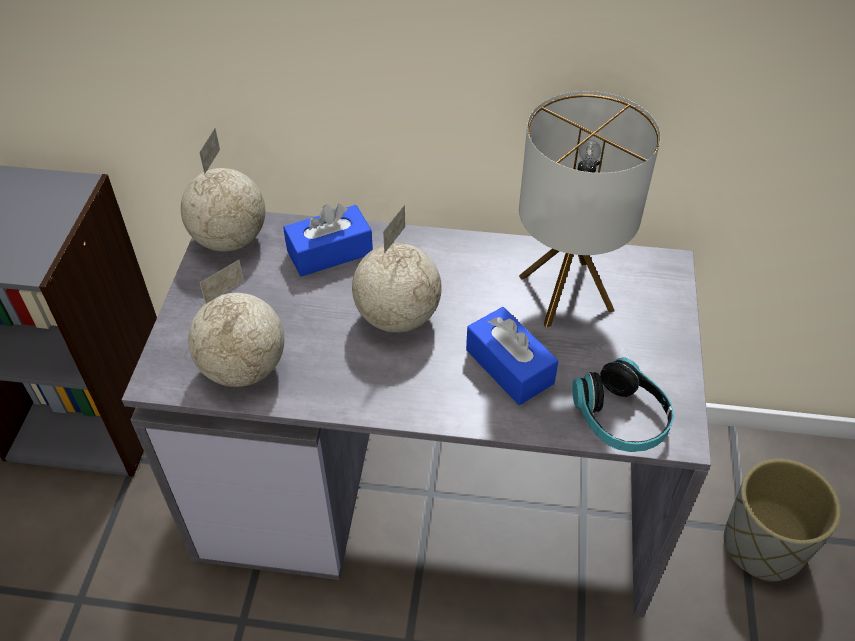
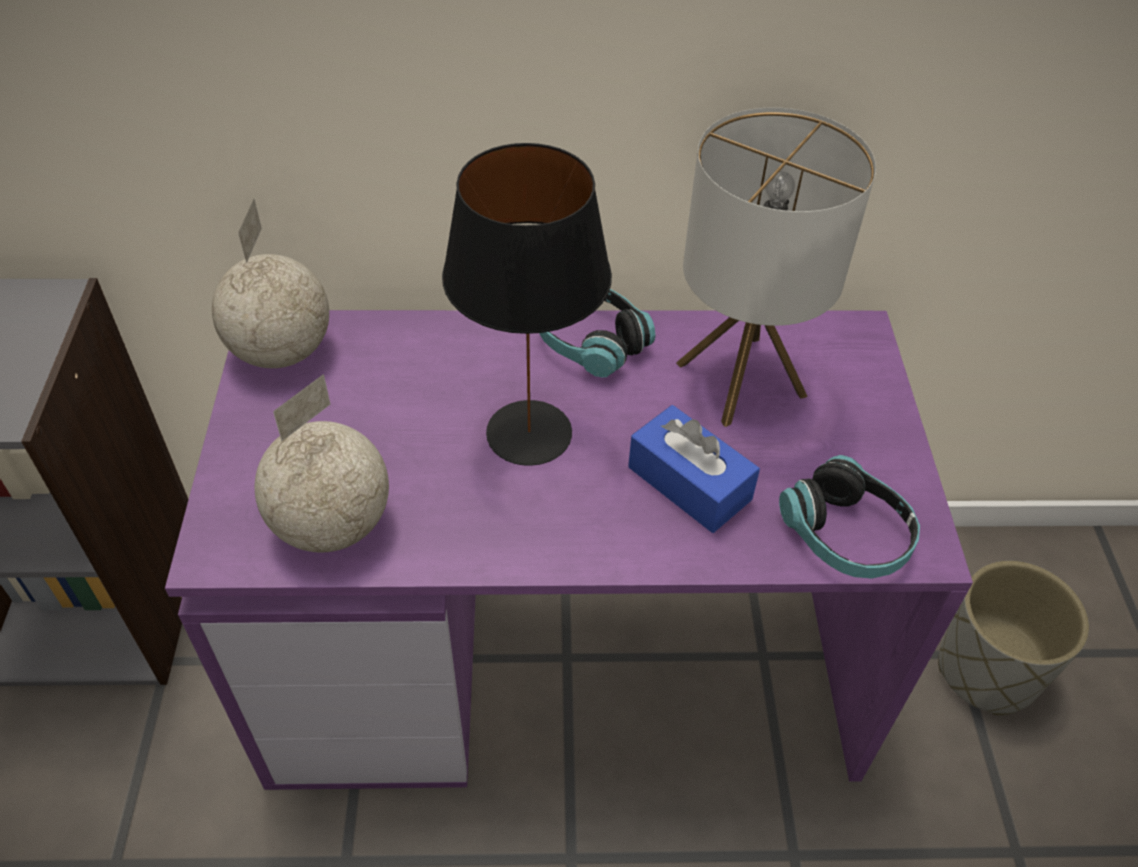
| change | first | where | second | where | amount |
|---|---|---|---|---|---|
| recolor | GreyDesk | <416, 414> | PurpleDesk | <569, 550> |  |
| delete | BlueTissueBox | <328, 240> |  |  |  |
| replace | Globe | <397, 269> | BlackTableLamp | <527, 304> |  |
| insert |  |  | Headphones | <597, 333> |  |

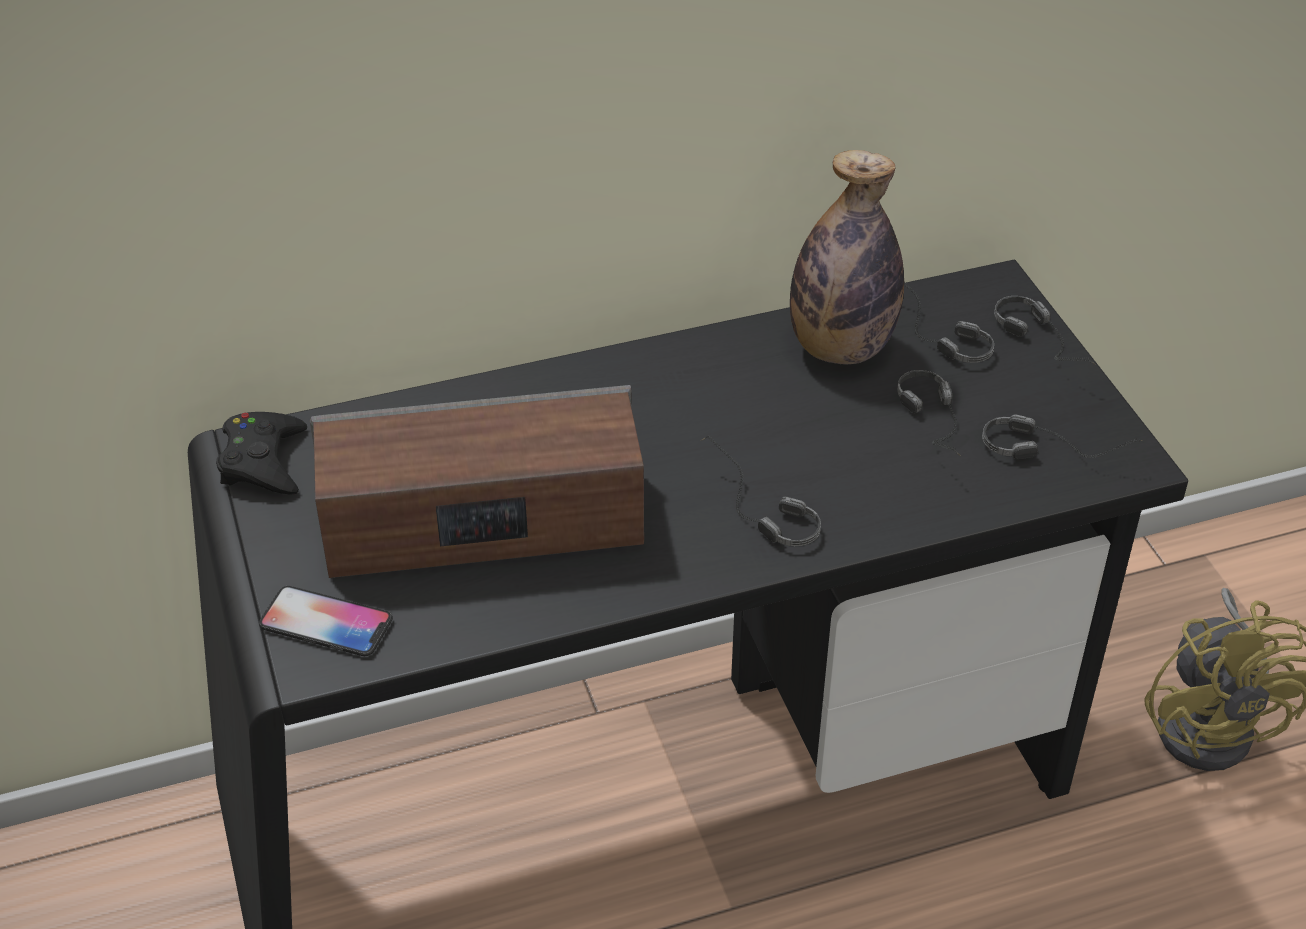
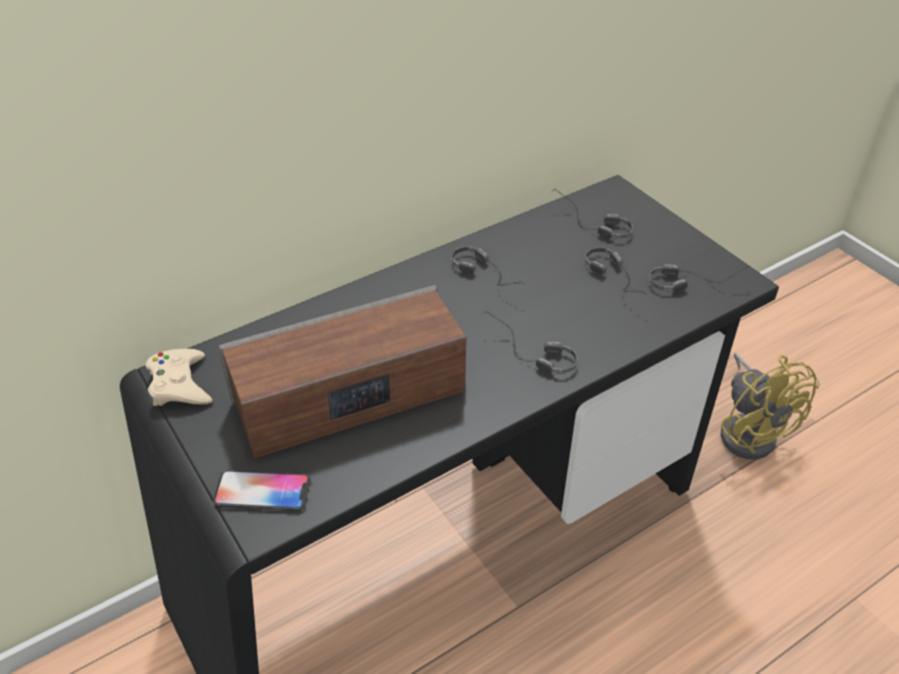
| change | first | where | second | where | amount |
|---|---|---|---|---|---|
| recolor | BlackGameController | <261, 453> | BeigeGameController | <179, 377> |  |
| delete | Bottle | <847, 257> |  |  |  |
| move | Headphones | <1045, 330> |  | <488, 266> |  |

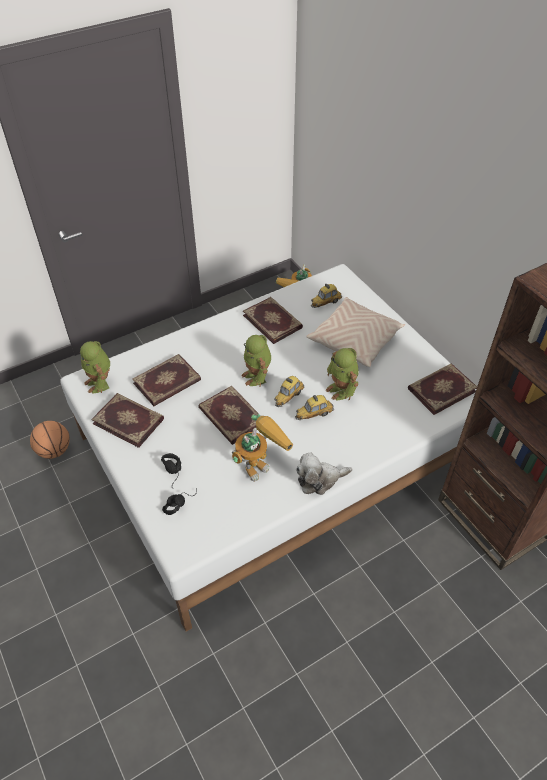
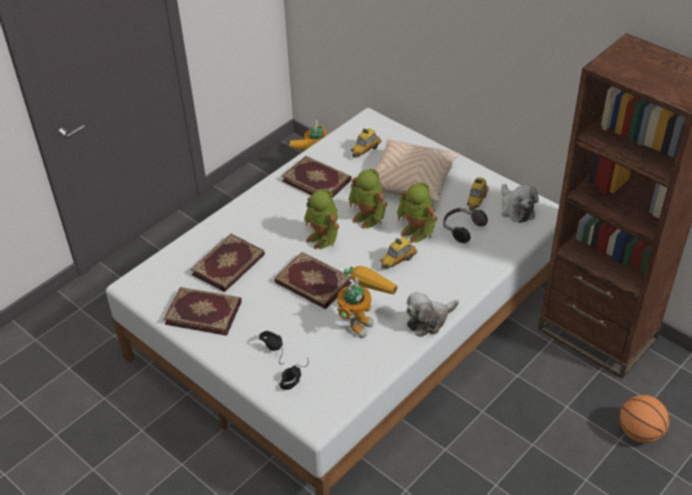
| change | first | where | second | where | amount |
|---|---|---|---|---|---|
| move | Basketball | <50, 440> |  | <645, 419> |  |
| move | ToyRobot | <95, 367> |  | <367, 199> |  |
| move | ToyCar | <289, 391> |  | <478, 194> |  |
| replace | Book | <442, 389> | PlushToy | <520, 203> |  |
| insert |  |  | Headphones | <465, 225> |  |

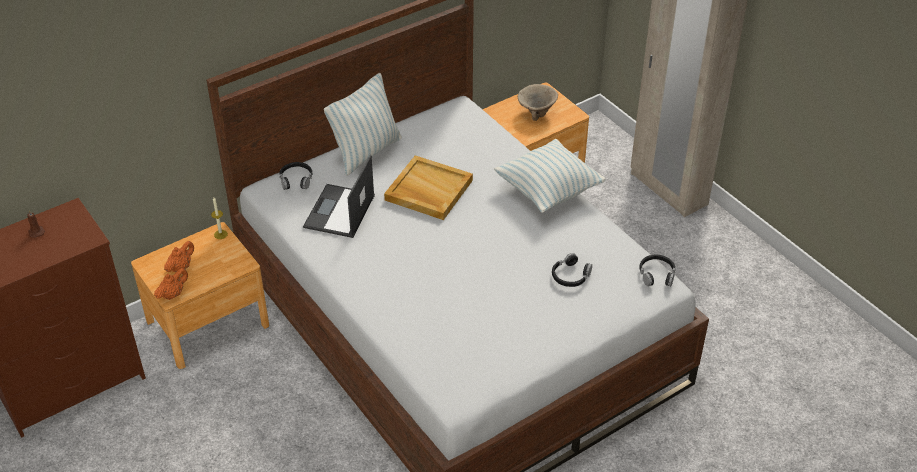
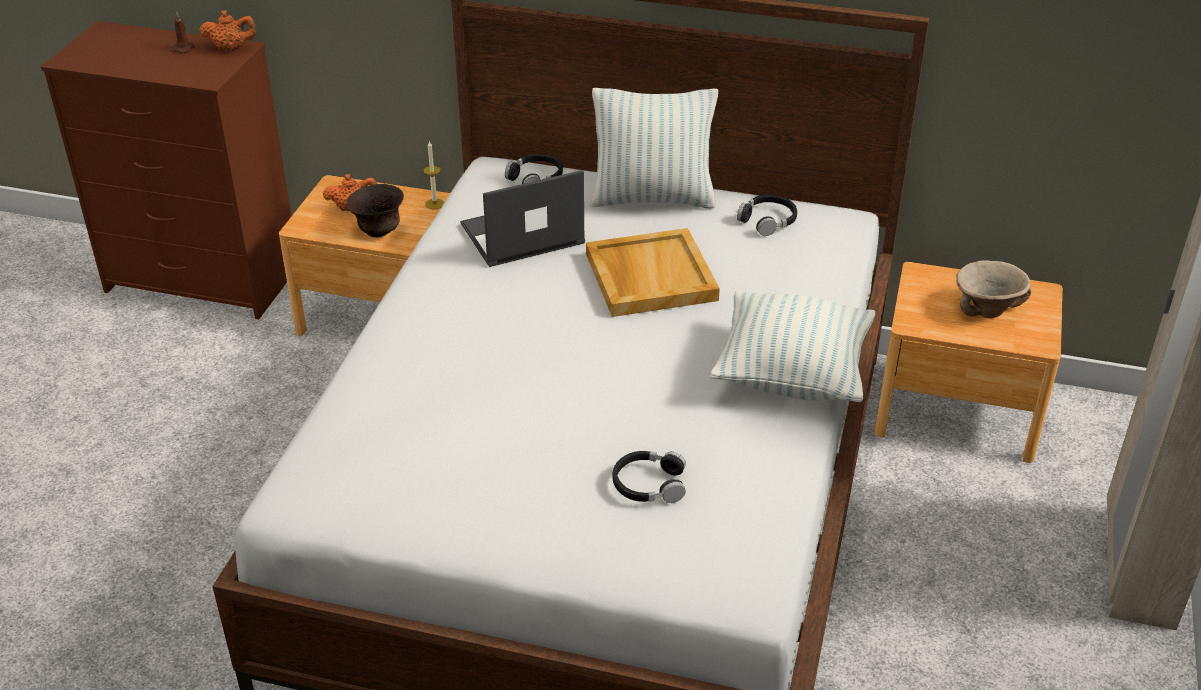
| change | first | where | second | where | amount |
|---|---|---|---|---|---|
| move | OrangeTeapot | <171, 284> |  | <228, 31> |  |
| move | BlackHeadphones | <657, 270> |  | <767, 215> |  |
| insert |  |  | BrownBowl | <375, 210> |  |

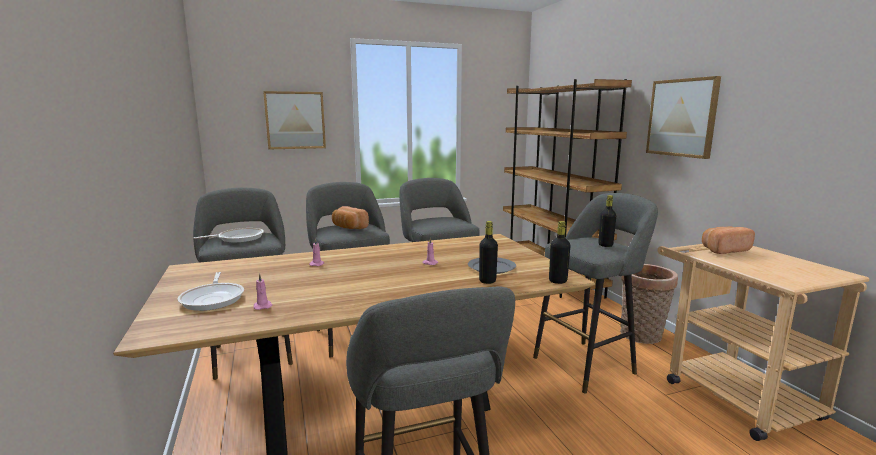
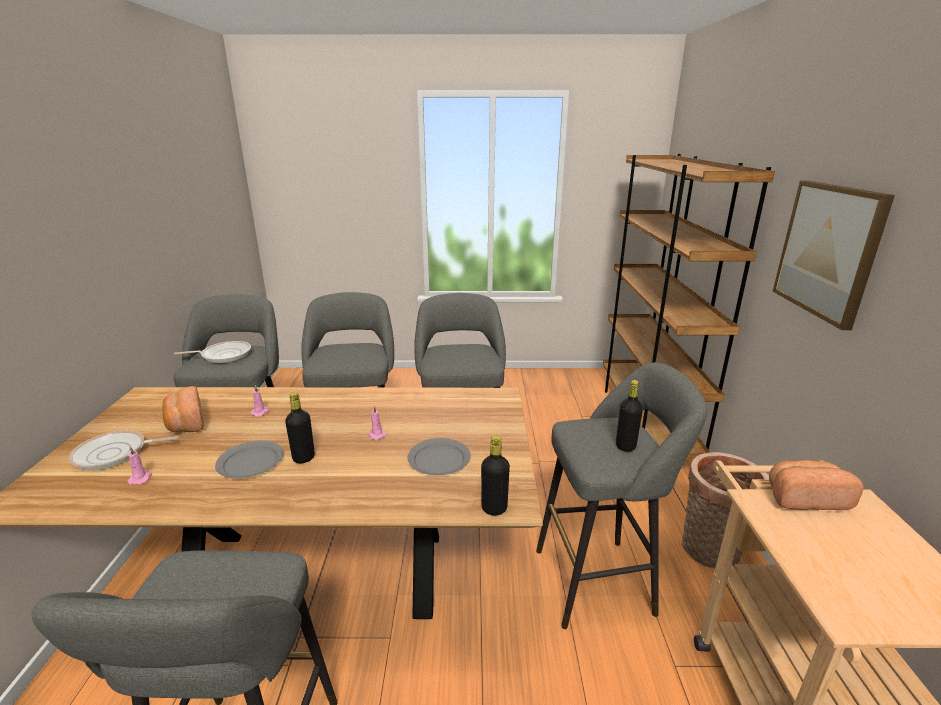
| change | first | where | second | where | amount |
|---|---|---|---|---|---|
| rotate | FryingPan | <210, 291> |  | <123, 450> | 75 degrees clockwise |
| delete | Picture | <294, 120> |  |  |  |
| move | Bread | <350, 217> |  | <183, 409> |  |
| move | BlackBottle | <488, 252> |  | <300, 428> |  |
| insert |  |  | GreyPlate | <249, 459> |  |

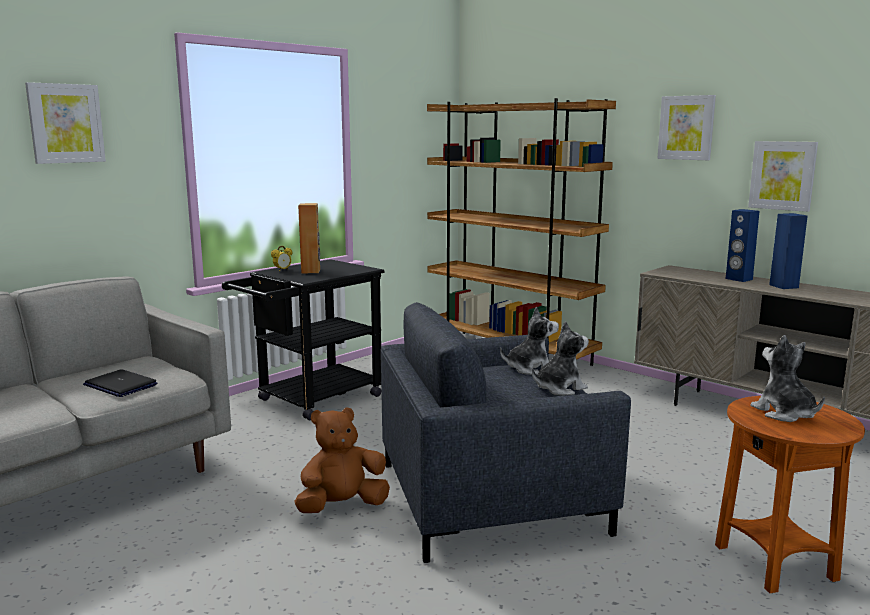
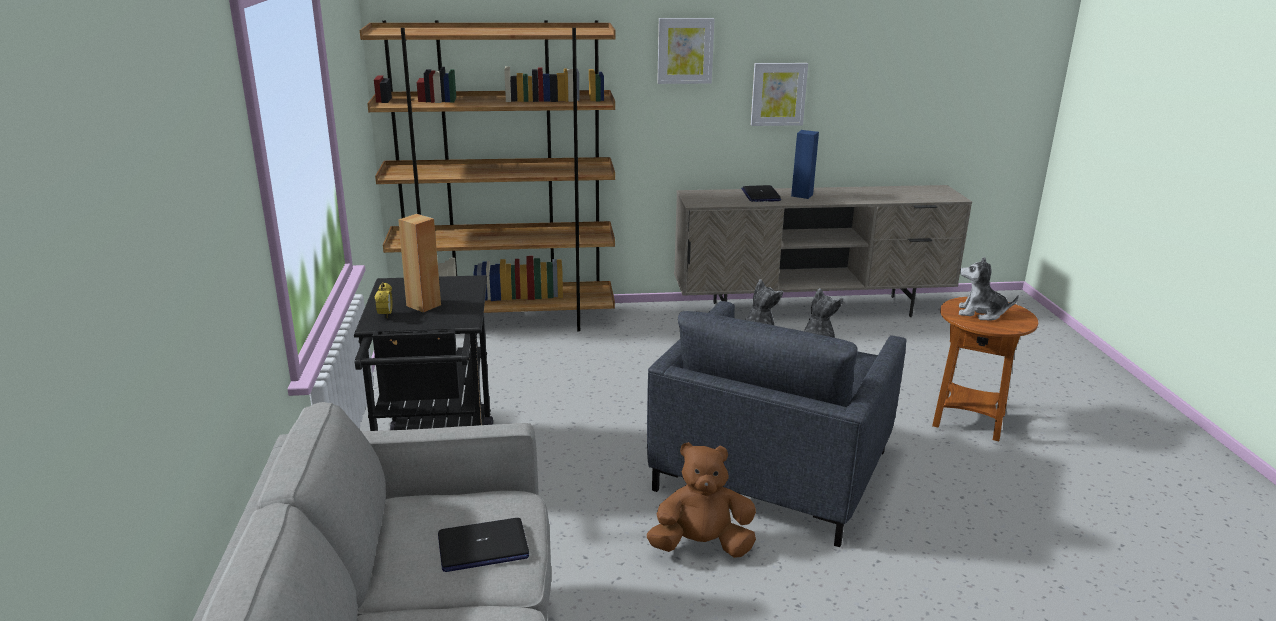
| change | first | where | second | where | amount |
|---|---|---|---|---|---|
| delete | Picture | <65, 123> |  |  |  |
| rotate | BrownPlushToy | <342, 460> |  | <701, 500> | 75 degrees clockwise |
| replace | BlueSpeaker | <742, 245> | Laptop | <761, 193> |  |

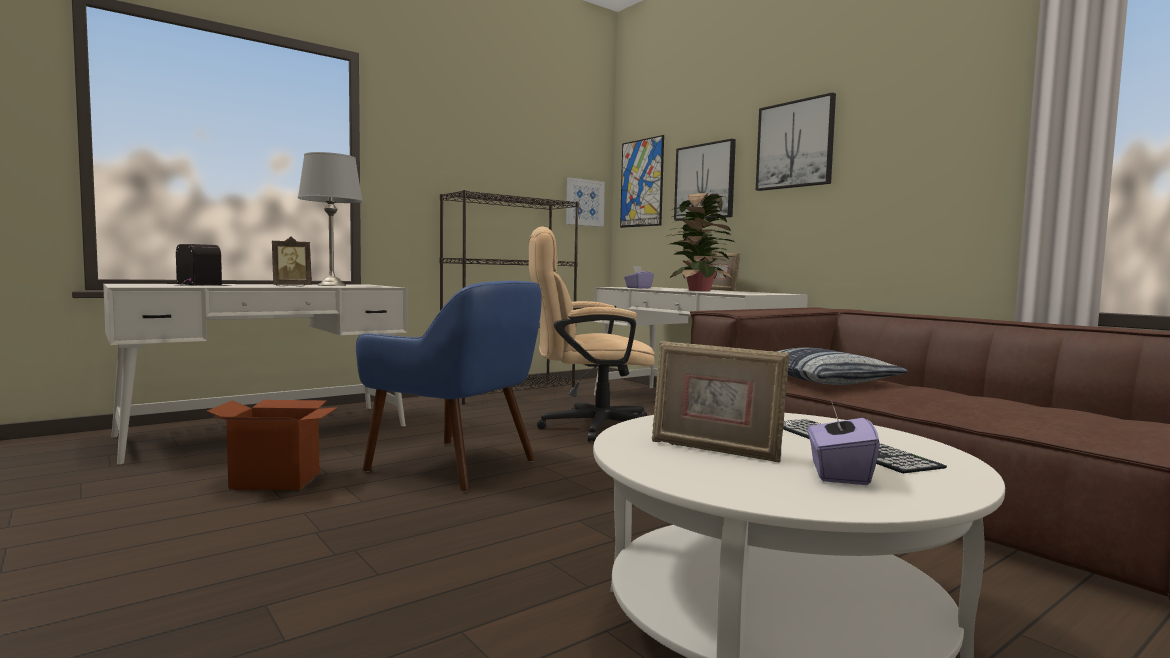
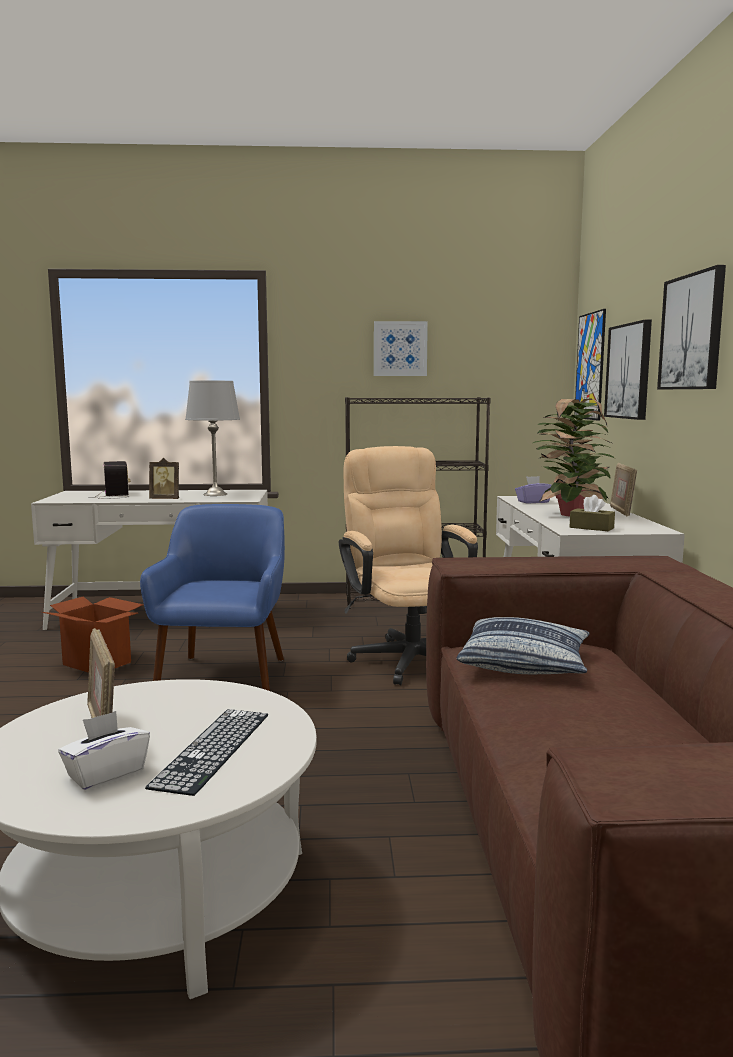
| change | first | where | second | where | amount |
|---|---|---|---|---|---|
| rotate | BlueArmchair | <449, 386> |  | <212, 597> | 150 degrees counterclockwise |
| rotate | BeigeOfficeChair | <592, 334> |  | <408, 565> | 45 degrees clockwise |
| move | Picture | <585, 202> |  | <401, 348> |  |
| recolor | PurpleTissueBox | <843, 444> | WhiteTissueBox | <104, 750> |  |
| insert |  |  | BrownTissueBox | <592, 513> |  |

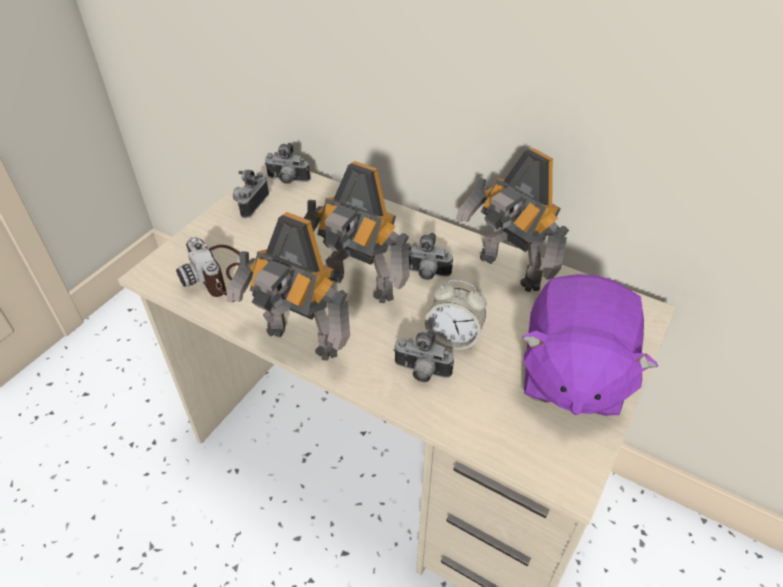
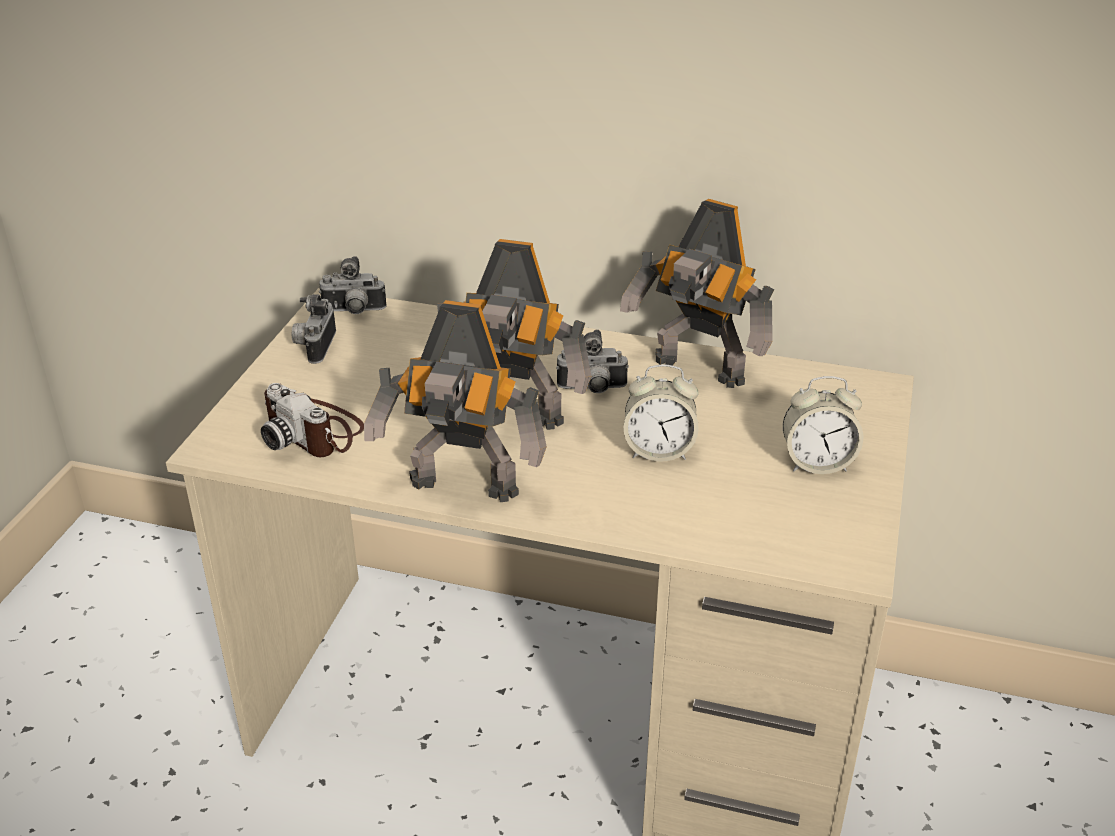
| change | first | where | second | where | amount |
|---|---|---|---|---|---|
| delete | PhotoCamera | <423, 355> |  |  |  |
| replace | PurplePlushToy | <589, 345> | AlarmClock | <823, 425> |  |

